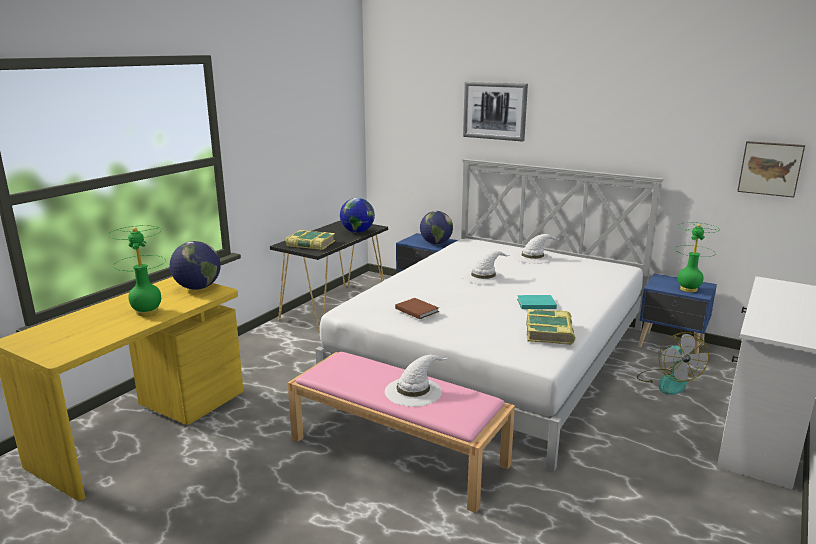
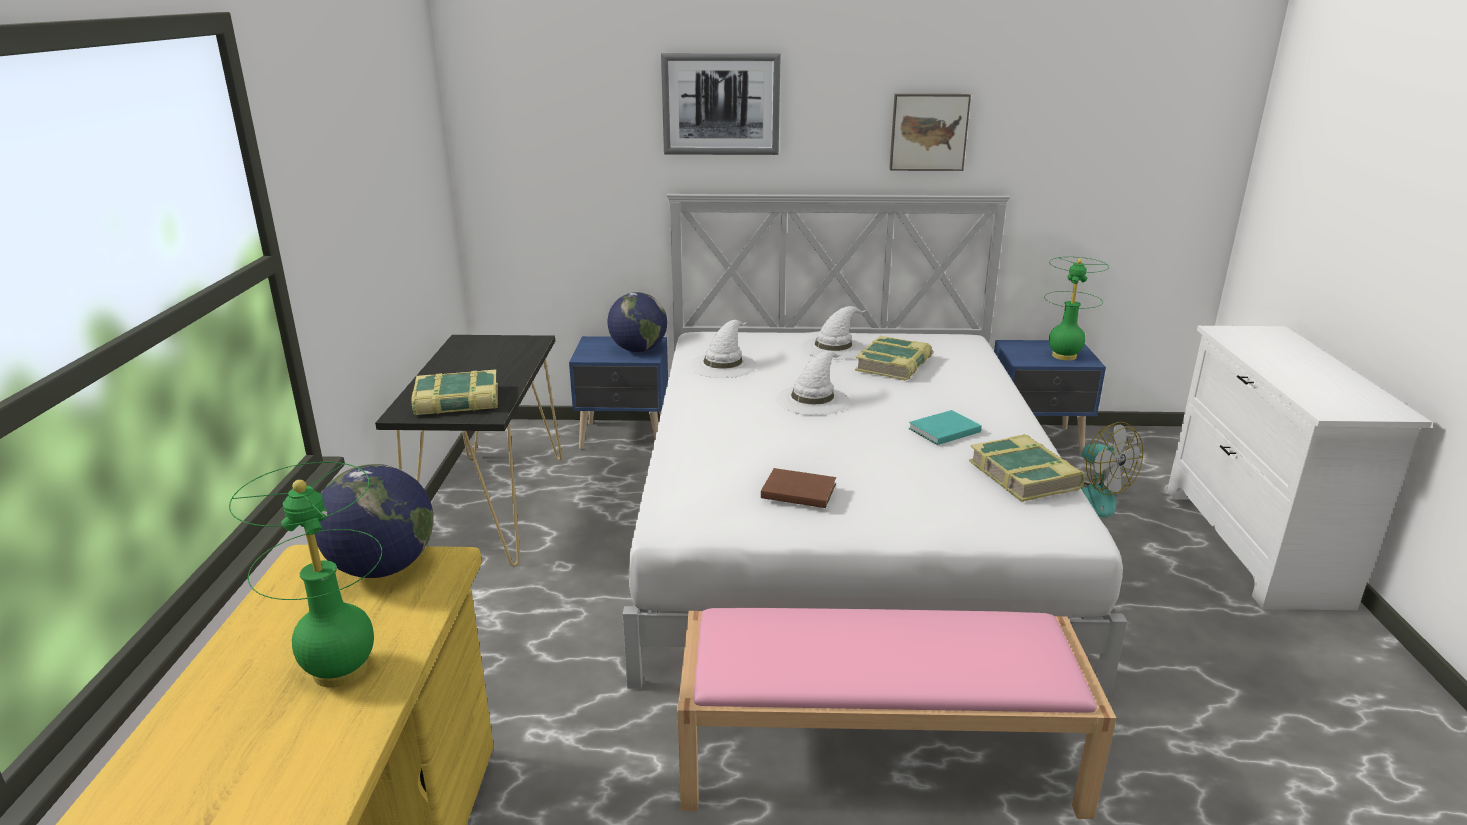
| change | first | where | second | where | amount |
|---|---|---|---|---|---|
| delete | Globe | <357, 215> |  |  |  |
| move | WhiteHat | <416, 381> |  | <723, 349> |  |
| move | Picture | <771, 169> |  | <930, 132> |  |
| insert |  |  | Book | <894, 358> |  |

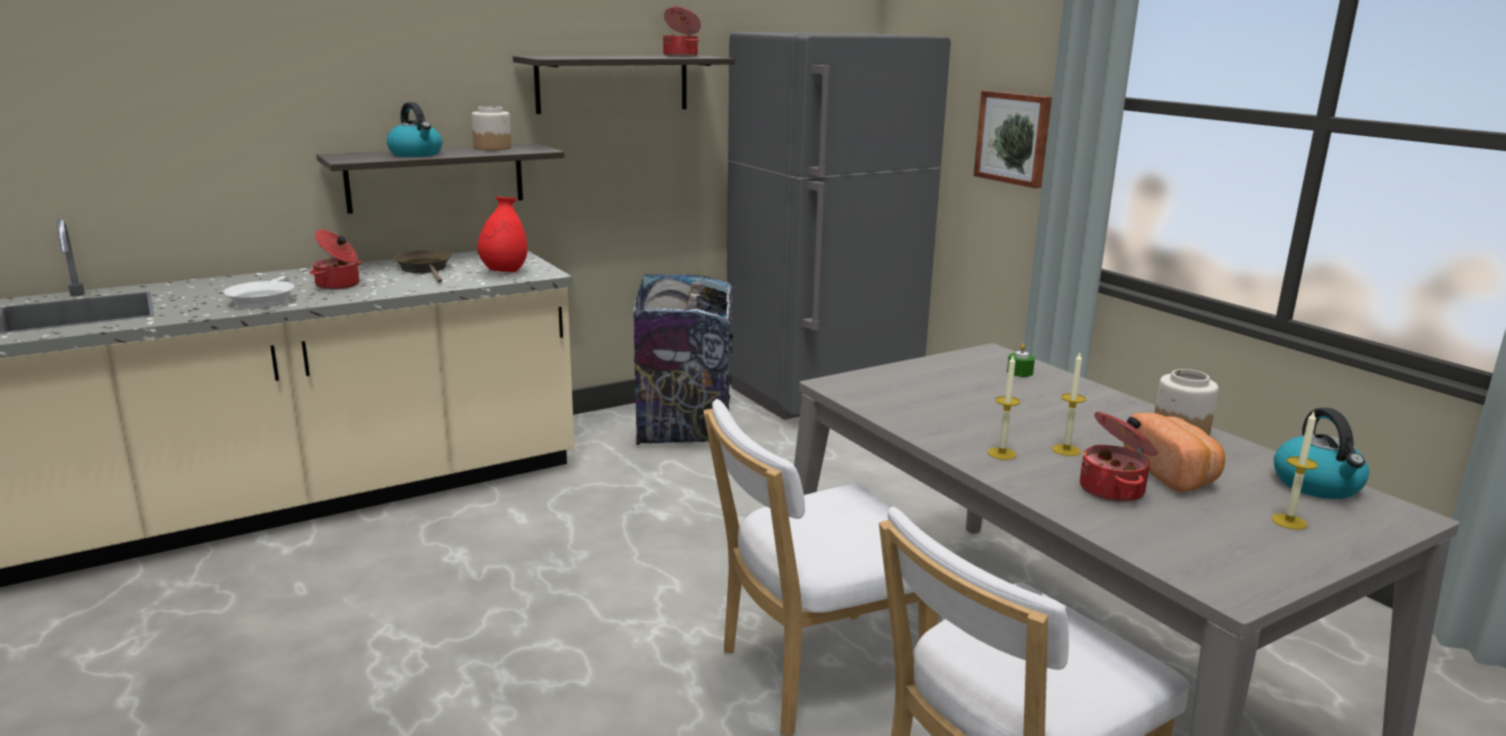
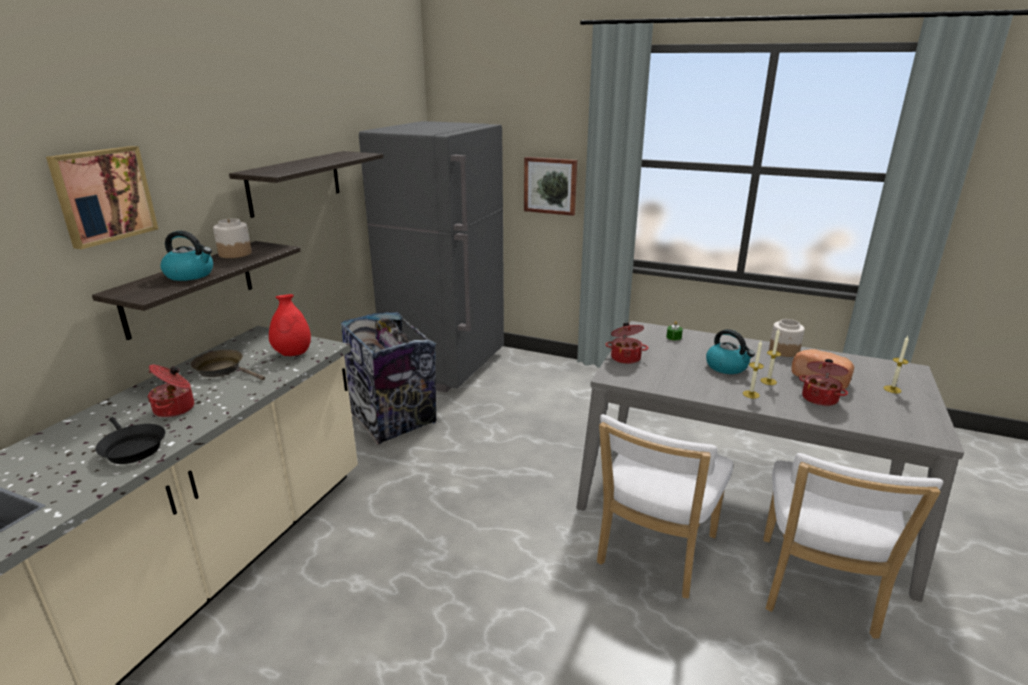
| change | first | where | second | where | amount |
|---|---|---|---|---|---|
| recolor | WhiteFryingPan | <259, 292> | BlackFryingPan | <130, 440> |  |
| move | CookingPot | <682, 32> |  | <627, 343> |  |
| move | Kettle | <1321, 453> |  | <730, 351> |  |
| insert |  |  | Picture | <102, 197> |  |

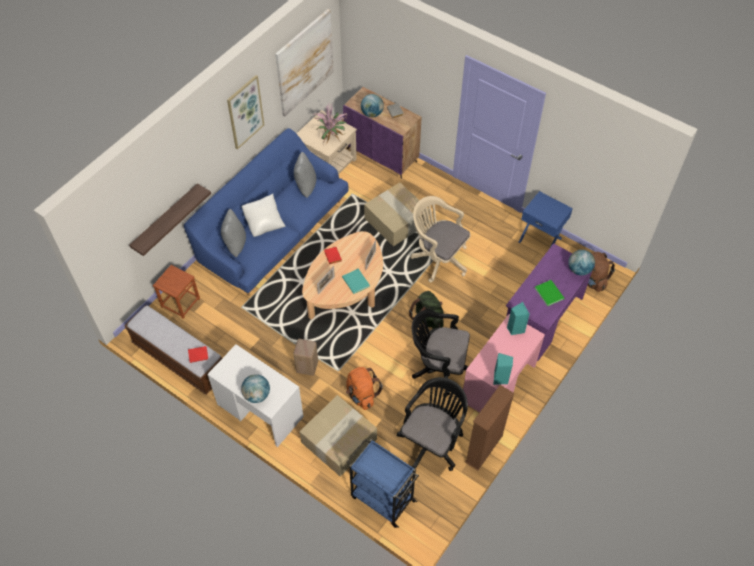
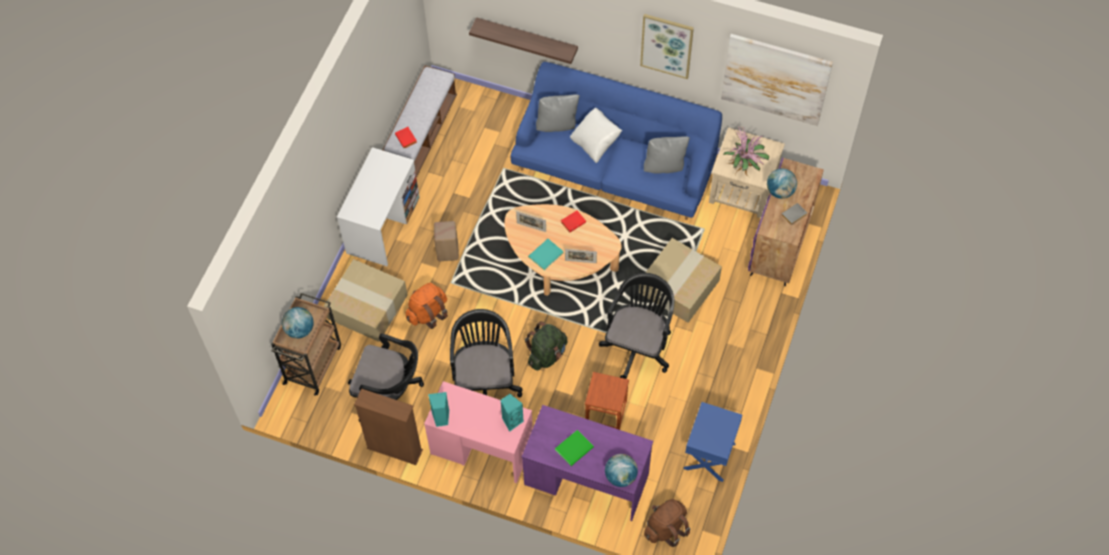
| change | first | where | second | where | amount |
|---|---|---|---|---|---|
| move | BrownStool | <176, 292> |  | <607, 401> |  |
| move | Globe | <255, 388> |  | <298, 322> |  |
| recolor | BlueCart | <383, 483> | BrownCart | <306, 344> |  |
| recolor | BeigeOfficeChair | <440, 239> | BlackOfficeChair | <636, 326> |  |

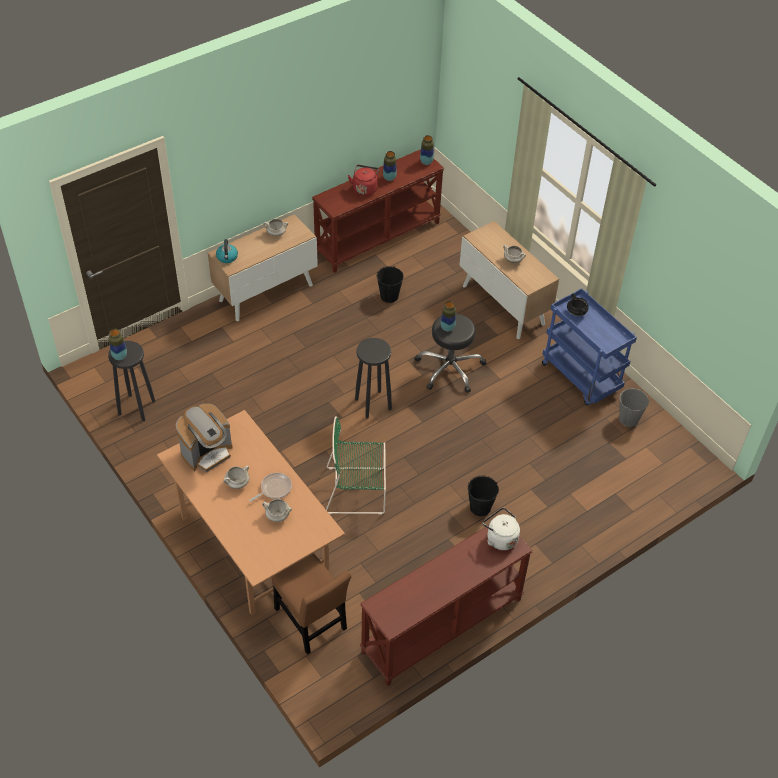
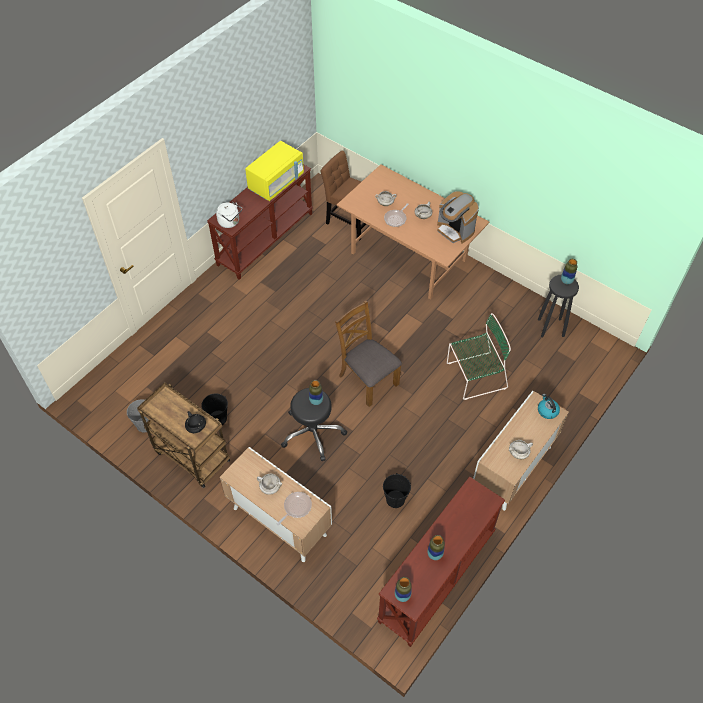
| change | first | where | second | where | amount |
|---|---|---|---|---|---|
| rotate | CoffeeMachine | <204, 438> |  | <458, 217> | 75 degrees counterclockwise |
| move | GreenChair | <356, 465> |  | <479, 356> |  |
| delete | RedKettle | <363, 180> |  |  |  |
| replace | BlackStool | <373, 378> | BrownChair | <368, 354> |  |
| move | BlackBucket | <483, 495> |  | <214, 409> |  |
| recolor | BlueCart | <589, 347> | BrownCart | <183, 435> |  |
| insert |  |  | YellowMicrowave | <274, 171> |  |
| insert |  |  | FryingPan | <294, 508> |  |

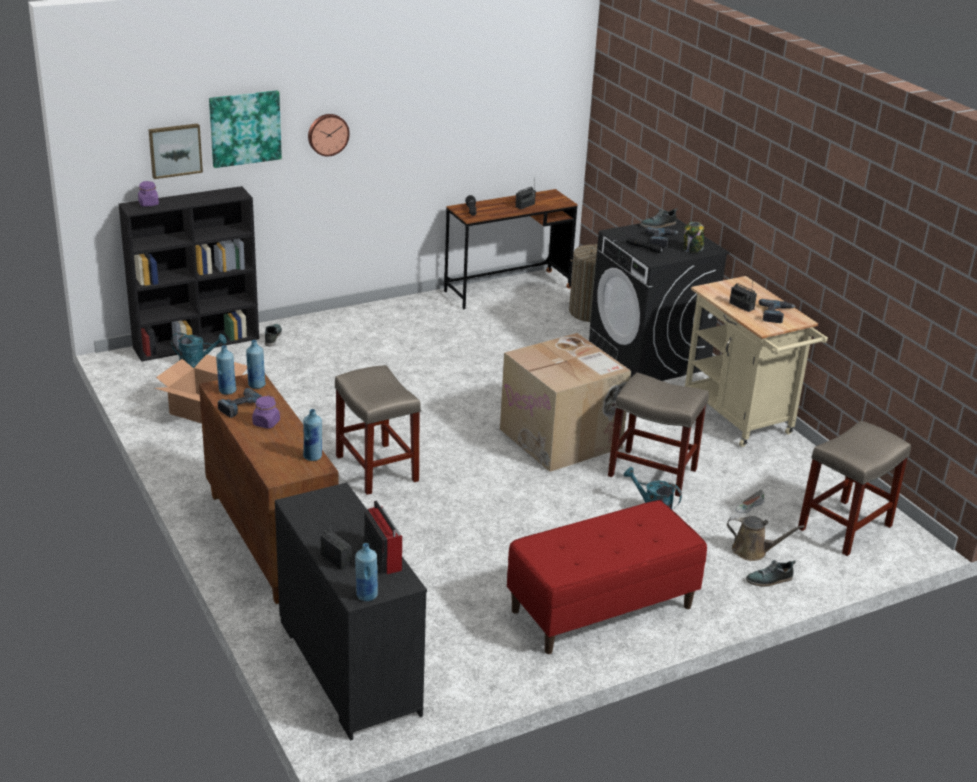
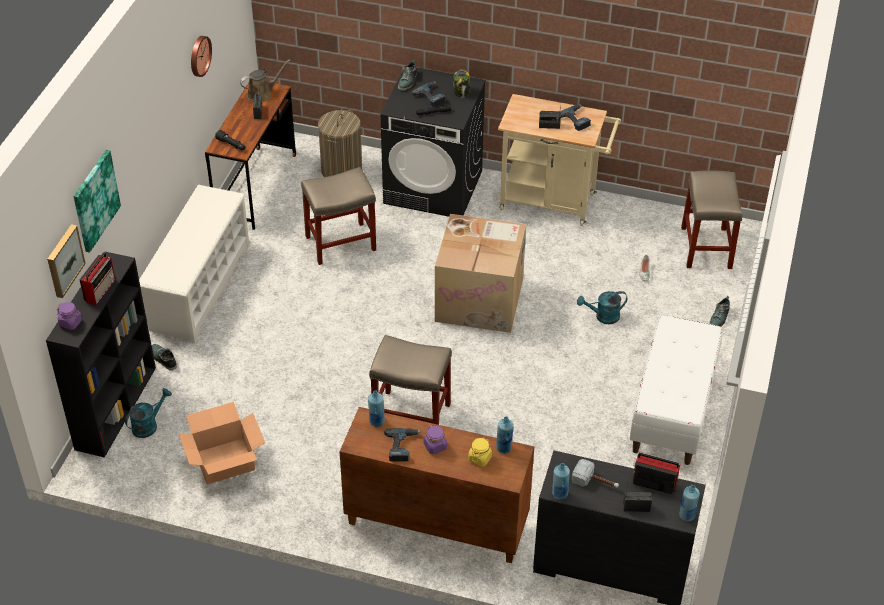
| change | first | where | second | where | amount |
|---|---|---|---|---|---|
| move | BlueBottle | <226, 370> |  | <561, 481> |  |
| move | WallClock | <329, 135> |  | <201, 56> |  |
| recolor | RedBench | <607, 577> | WhiteBench | <676, 390> |  |
| move | BeigeStool | <658, 434> |  | <338, 216> |  |
| move | BrownWateringCan | <766, 538> |  | <265, 80> |  |
| insert |  |  | Radio | <97, 278> |  |
| insert |  |  | WhiteShoeRack | <194, 264> |  |
| insert |  |  | YellowJar | <480, 452> |  |
| insert |  |  | Hammer | <595, 473> |  |

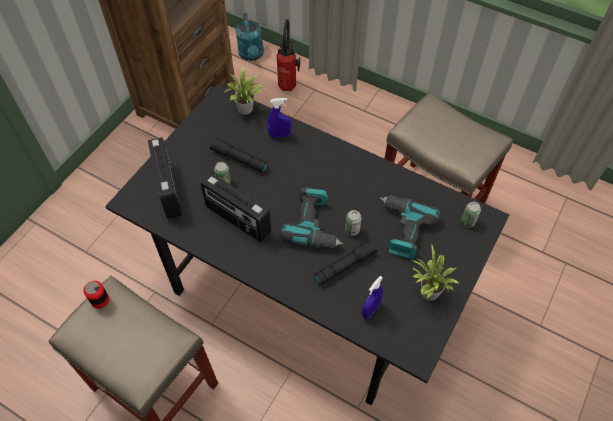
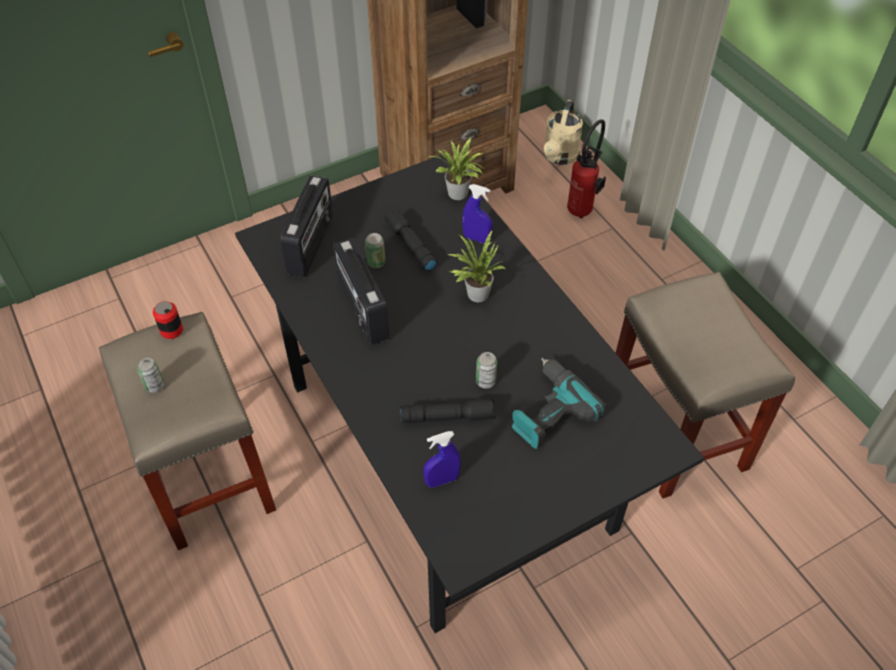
| change | first | where | second | where | amount |
|---|---|---|---|---|---|
| recolor | TurquoiseWateringCan | <250, 37> | BeigeWateringCan | <563, 132> |  |
| delete | PowerDrill | <311, 218> |  |  |  |
| move | PottedPlant | <436, 272> |  | <476, 266> |  |
| move | Can | <471, 214> |  | <150, 375> |  |

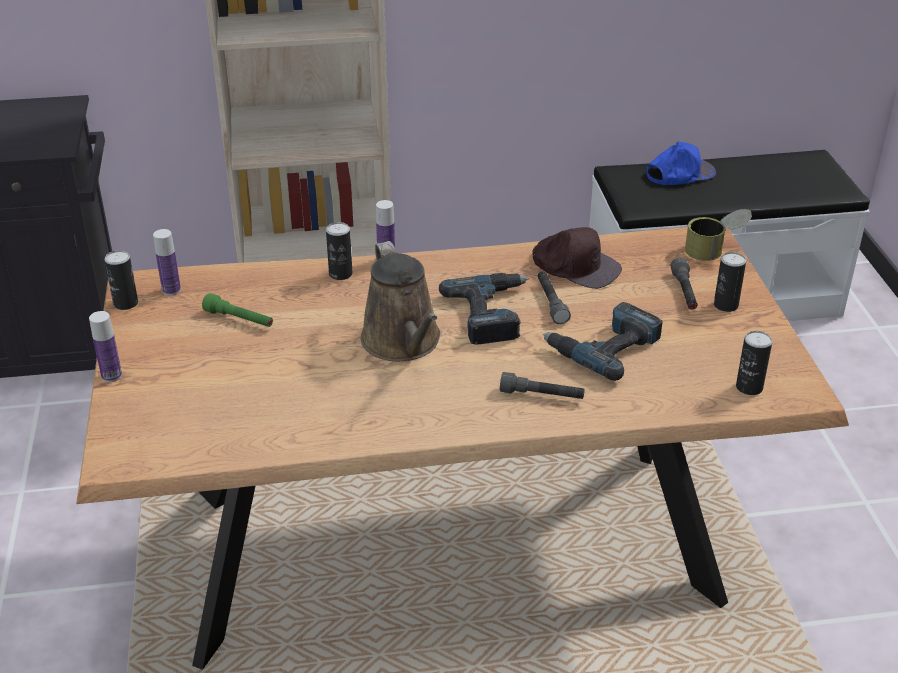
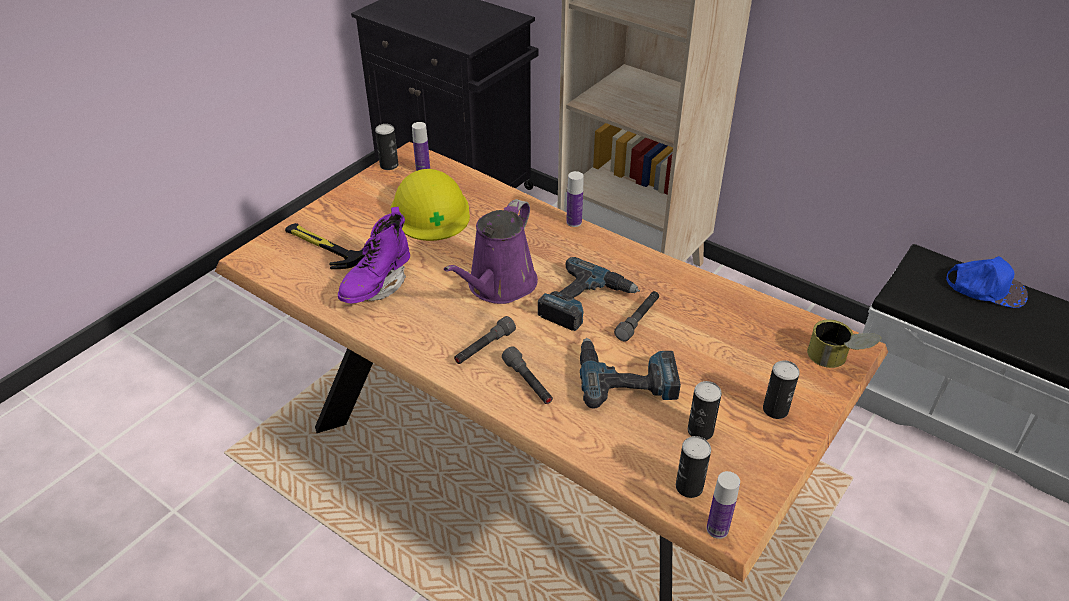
| change | first | where | second | where | amount |
|---|---|---|---|---|---|
| move | Bottle | <105, 346> |  | <723, 505> |  |
| replace | GreenFlashlight | <237, 310> | YellowHardHat | <430, 205> |  |
| move | Can | <339, 251> |  | <705, 410> |  |
| recolor | BrownWateringCan | <400, 301> | PurpleWateringCan | <491, 251> |  |
| delete | BrownCap | <577, 258> |  |  |  |
| move | GreyFlashlight | <684, 283> |  | <485, 340> |  |
| insert |  |  | Hammer | <324, 246> |  |
| insert |  |  | PurpleBoot | <374, 255> |  |

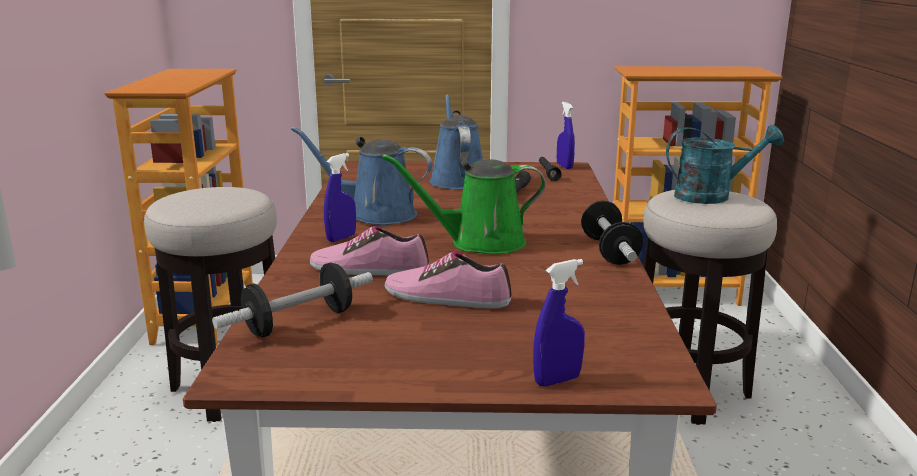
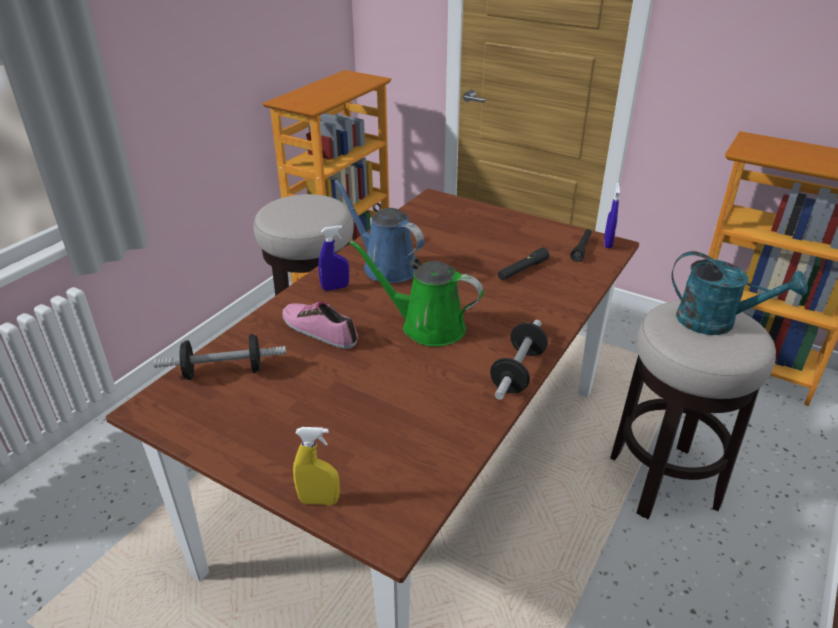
| change | first | where | second | where | amount |
|---|---|---|---|---|---|
| delete | Shoe | <448, 280> |  |  |  |
| delete | BlueWateringCan | <456, 141> |  |  |  |
| recolor | BlueSprayBottle | <559, 322> | YellowSprayBottle | <316, 466> |  |

